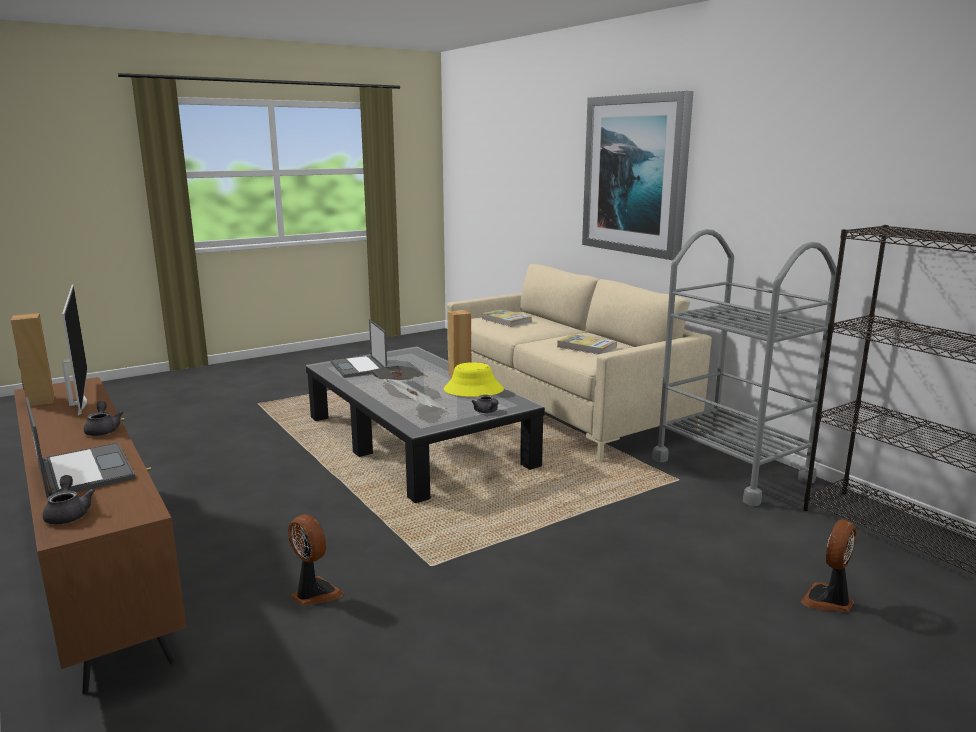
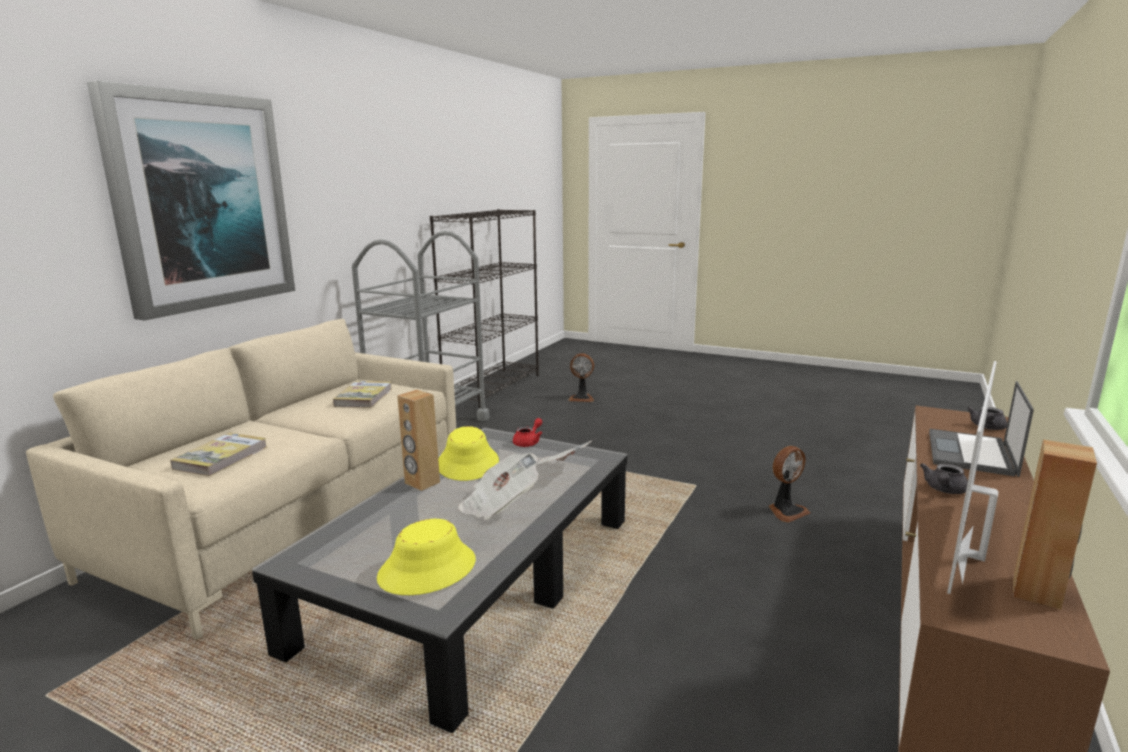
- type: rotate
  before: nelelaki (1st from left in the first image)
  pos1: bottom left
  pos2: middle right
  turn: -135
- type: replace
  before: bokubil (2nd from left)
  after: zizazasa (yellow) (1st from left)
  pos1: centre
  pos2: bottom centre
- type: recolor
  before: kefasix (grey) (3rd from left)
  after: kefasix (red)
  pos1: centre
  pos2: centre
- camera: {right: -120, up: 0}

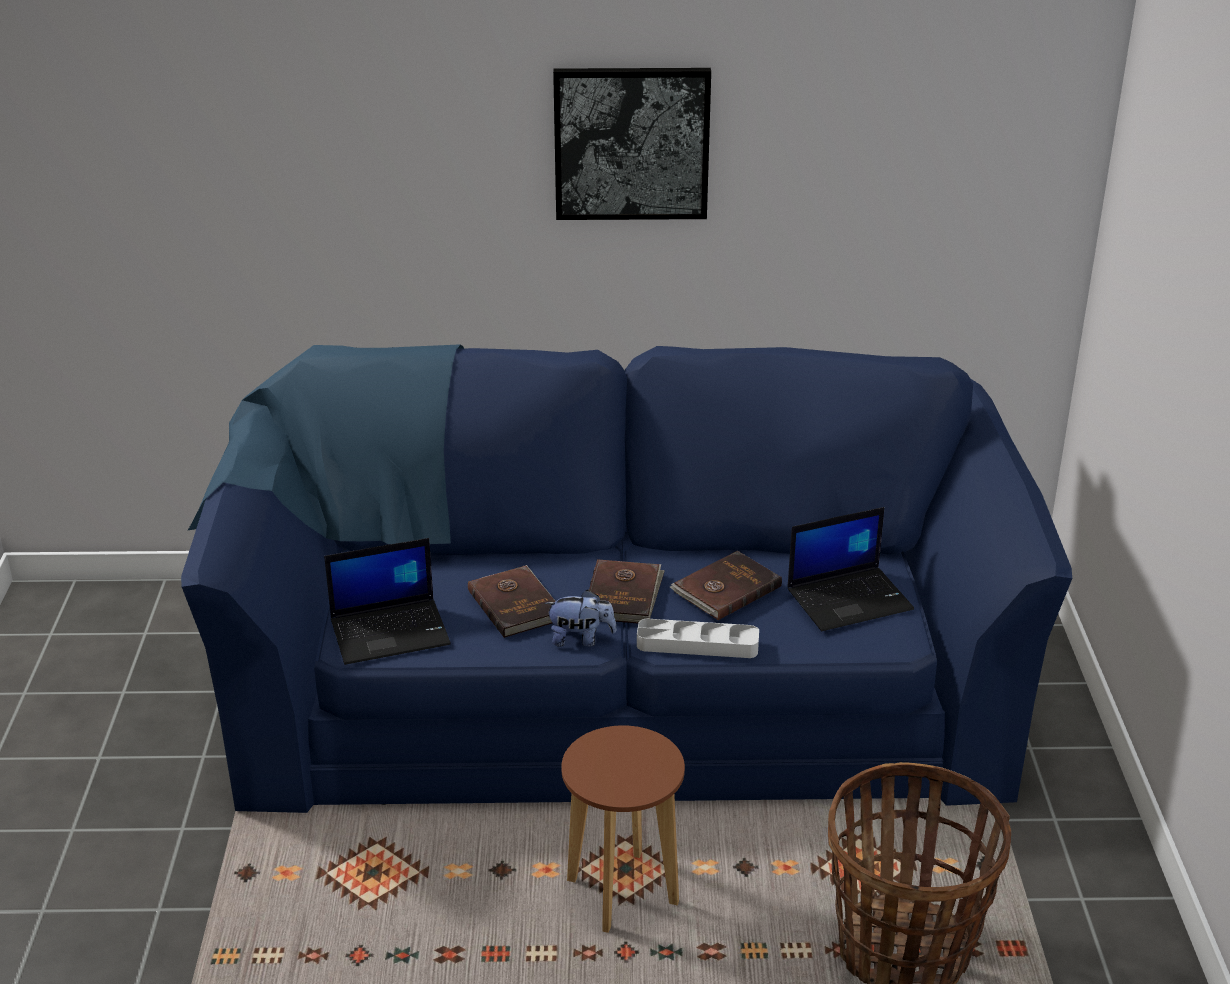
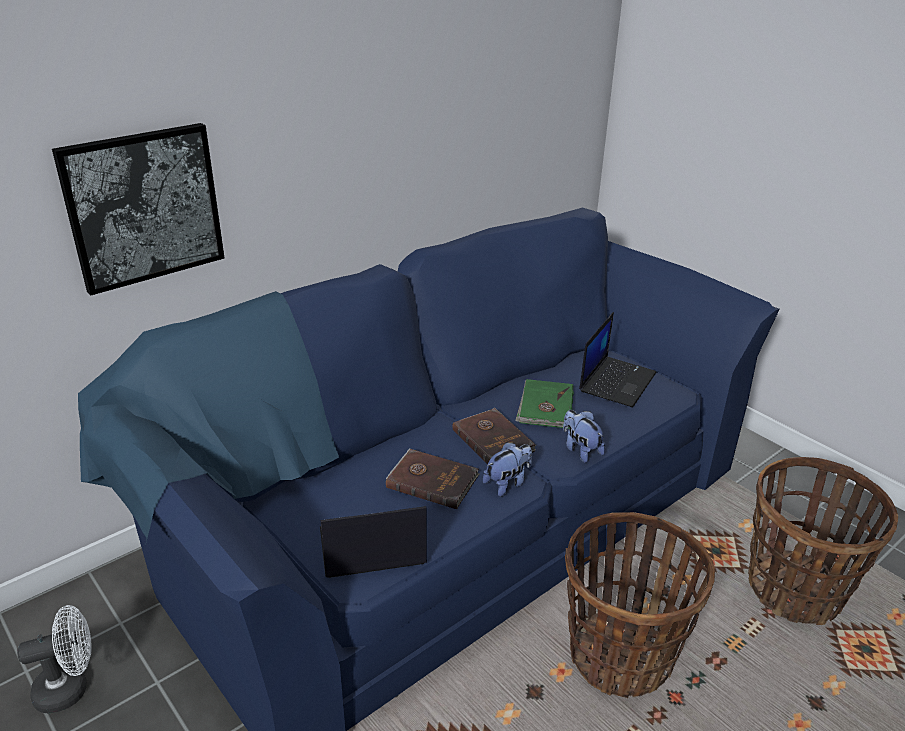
- type: rotate
  before: bokubil (1st from left)
  pos1: middle left
  pos2: bottom centre
  turn: -135
- type: move
  before: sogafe
  pos1: top centre
  pos2: top left
- type: replace
  before: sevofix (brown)
  after: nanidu (1st from left)
  pos1: bottom centre
  pos2: bottom right
- type: replace
  before: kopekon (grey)
  after: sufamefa (2nd from left)
  pos1: centre
  pos2: centre
- type: recolor
  before: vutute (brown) (3rd from left)
  after: vutute (green)
  pos1: centre
  pos2: centre
- type: insert
  after: nelelaki (white)
  pos2: bottom left
- camera: {right: -40, up: 0}

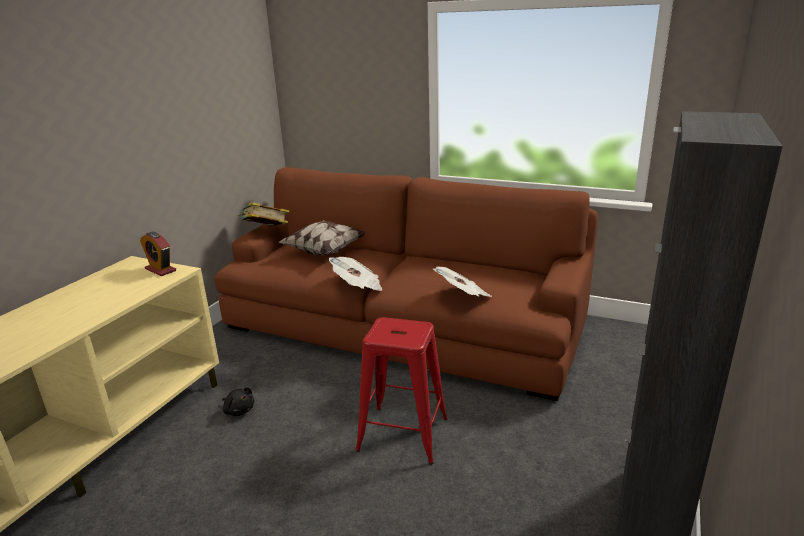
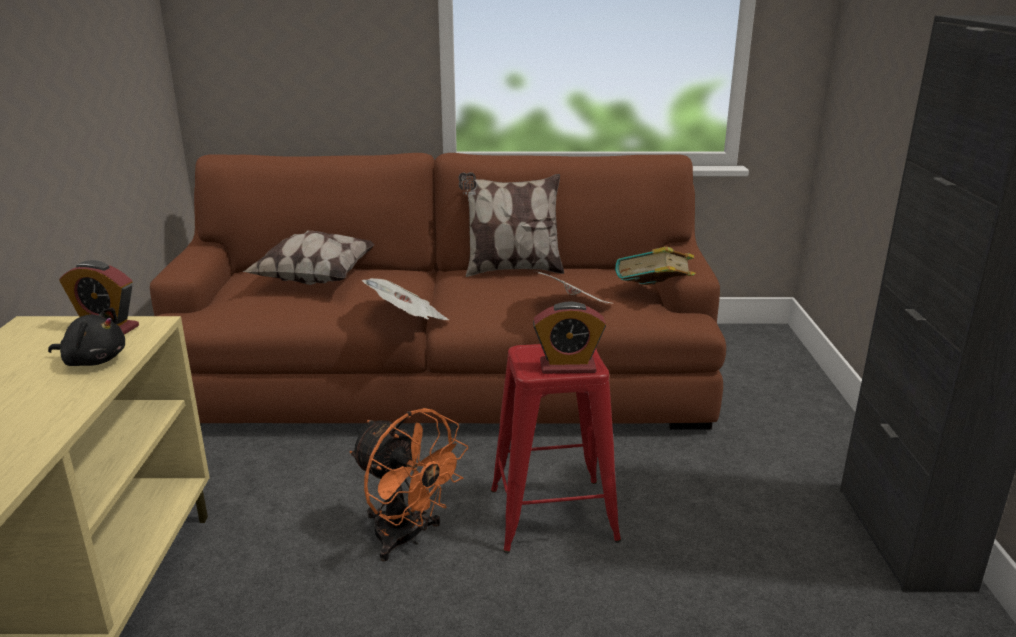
- type: move
  before: sufamefa (black)
  pos1: bottom left
  pos2: middle left
- type: move
  before: vutute
  pos1: middle left
  pos2: centre
- type: insert
  after: nelelaki (orange)
  pos2: bottom centre
- type: insert
  after: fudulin (2nd from left)
  pos2: centre
- type: insert
  after: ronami (2nd from left)
  pos2: centre
- camera: {right: -25, up: 0}

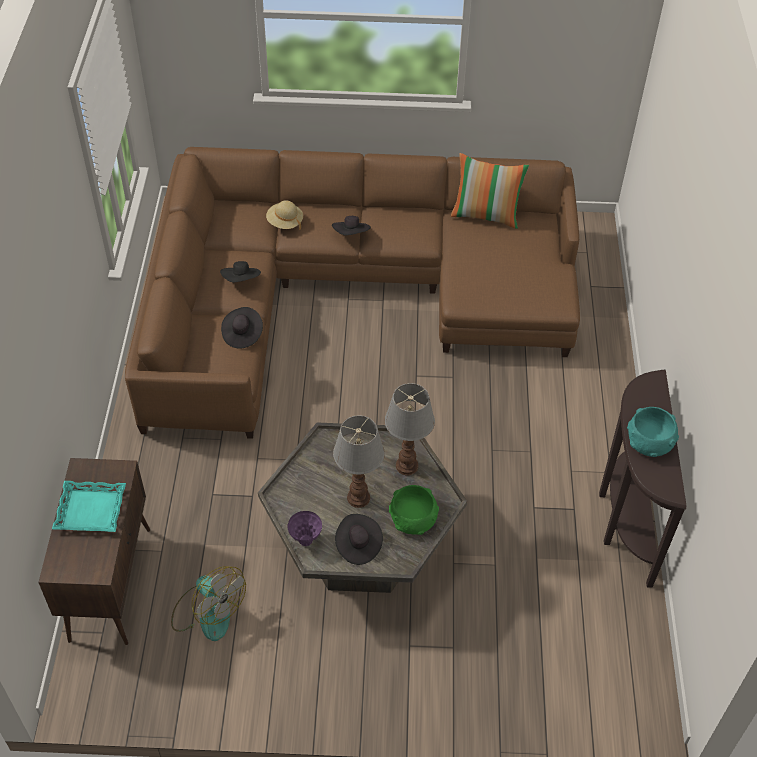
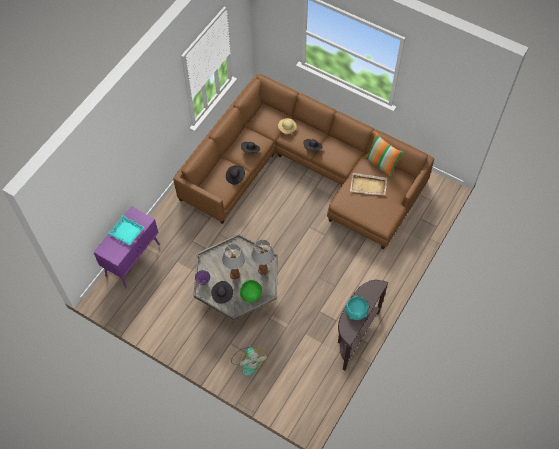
- type: recolor
  before: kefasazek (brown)
  after: kefasazek (purple)
  pos1: bottom left
  pos2: middle left
- type: move
  before: nelelaki
  pos1: bottom left
  pos2: bottom centre
- type: insert
  after: kopekon (beige)
  pos2: centre
- camera: {right: 30, up: 10}

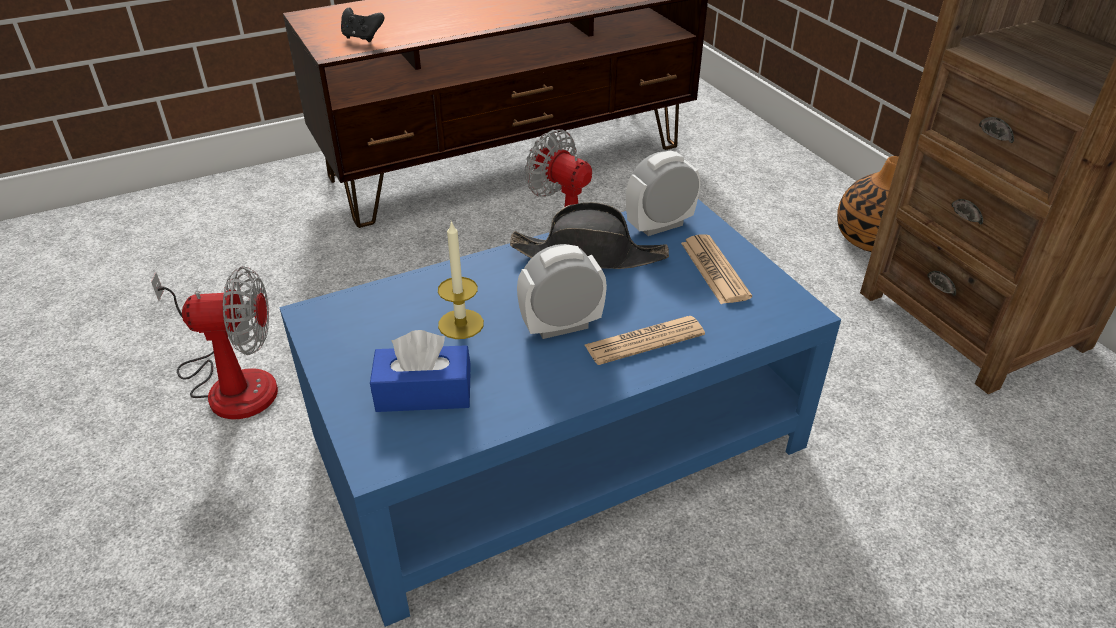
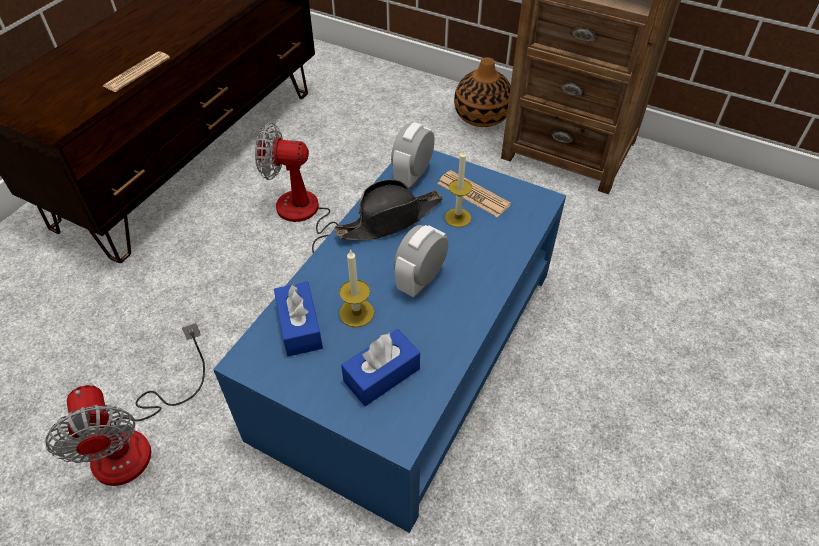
- type: rotate
  before: nelelaki (1st from left)
  pos1: middle left
  pos2: bottom left
  turn: 105
- type: delete
  before: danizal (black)
  pos1: top left
- type: move
  before: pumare (1st from left)
  pos1: centre
  pos2: top left
- type: insert
  after: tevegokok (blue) (1st from left)
  pos2: centre
- type: insert
  after: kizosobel (2nd from left)
  pos2: centre
- camera: {right: -35, up: 10}

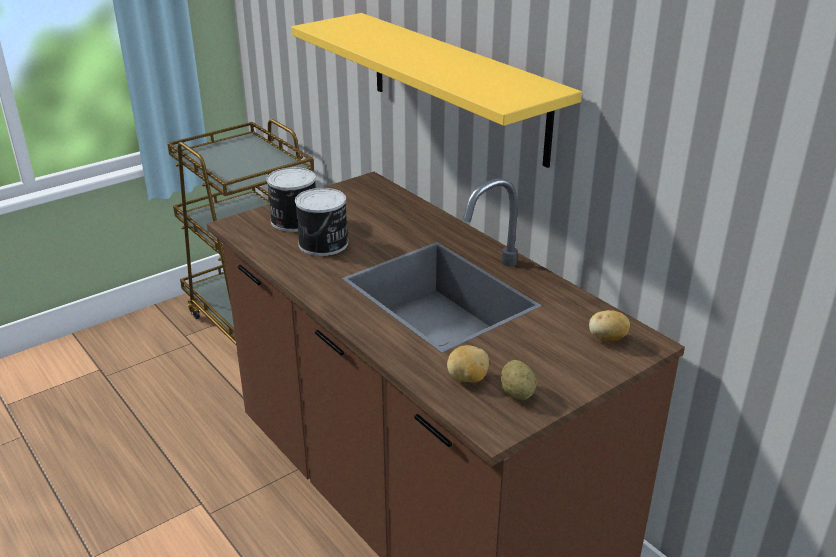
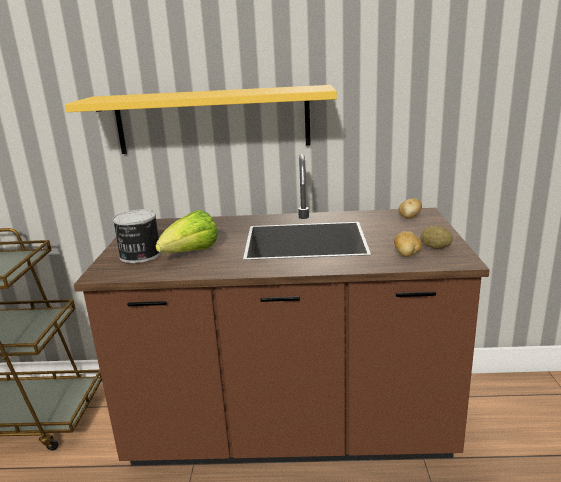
- type: replace
  before: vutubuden (2nd from left)
  after: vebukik
  pos1: centre
  pos2: centre
- camera: {right: -50, up: -10}

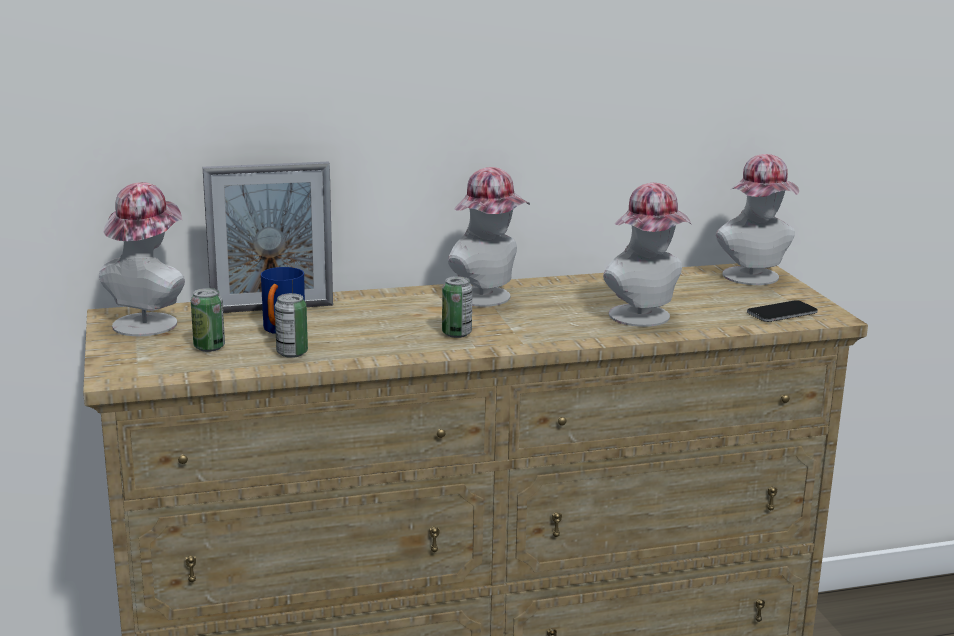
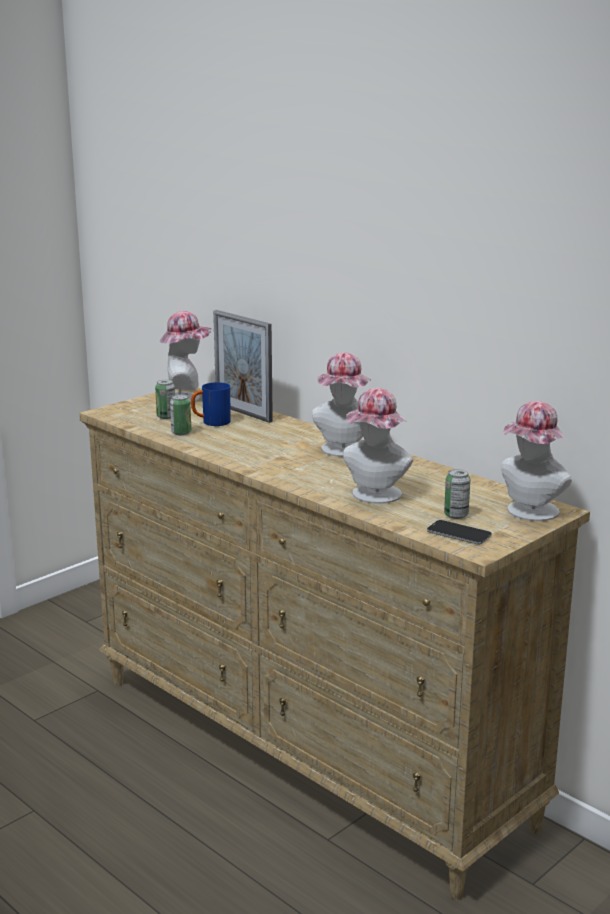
- type: move
  before: vutubuden (3rd from left)
  pos1: centre
  pos2: middle right
- camera: {right: 60, up: 0}

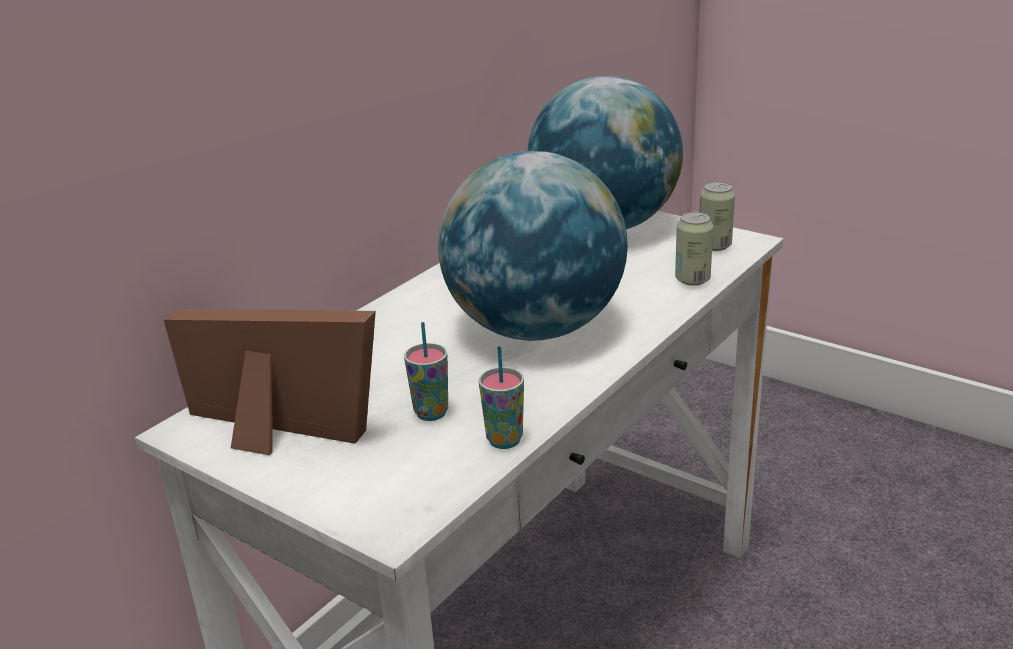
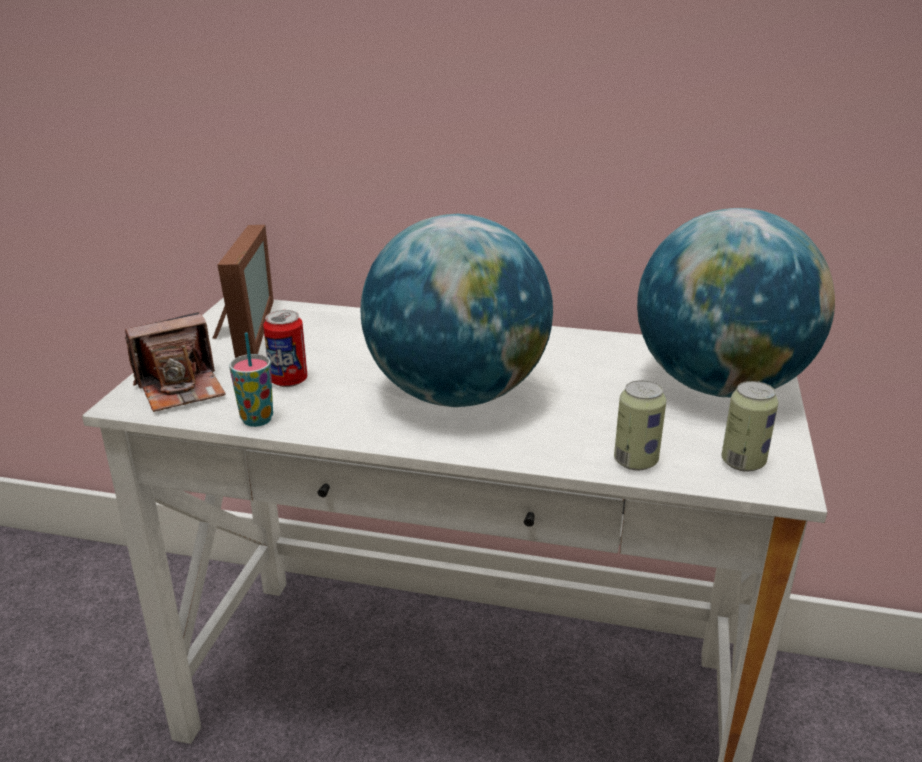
- type: replace
  before: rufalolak (1st from left)
  after: vutubuden (1st from left)
  pos1: centre
  pos2: middle left
- type: insert
  after: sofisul
  pos2: middle left
- camera: {right: 65, up: 0}

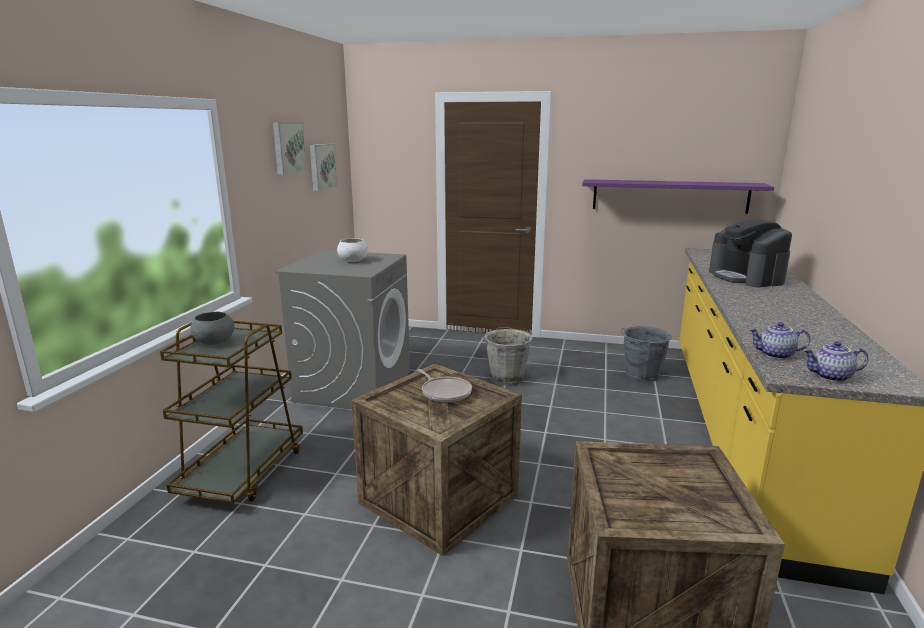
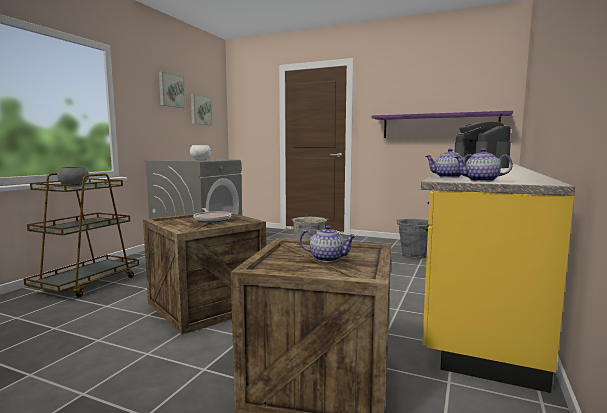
- type: insert
  after: kefasix (1st from left)
  pos2: centre
- camera: {right: 10, up: -10}

